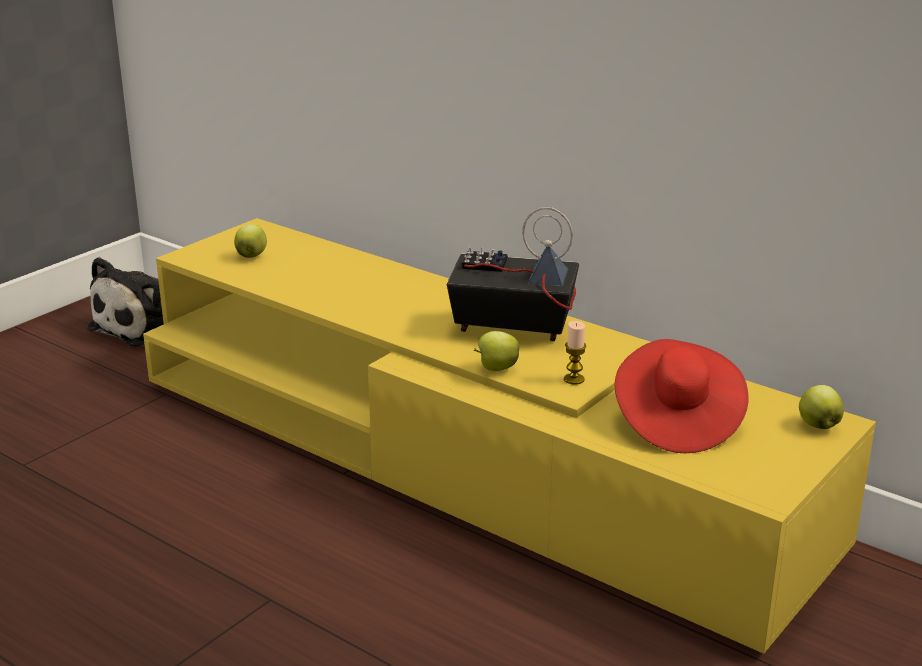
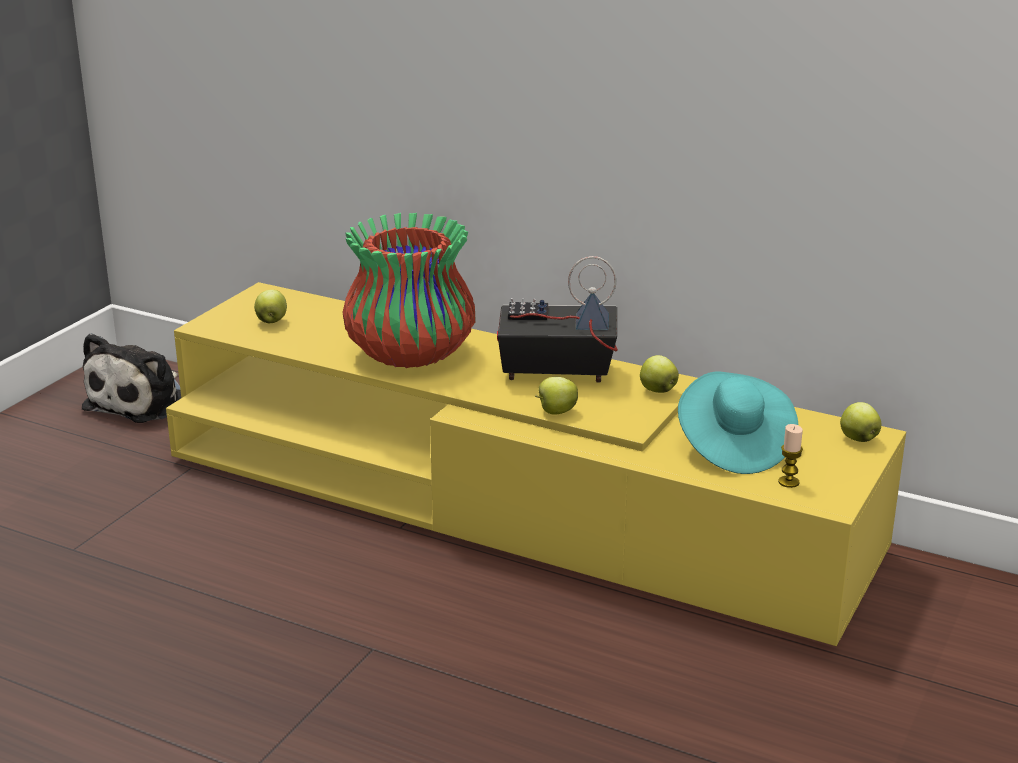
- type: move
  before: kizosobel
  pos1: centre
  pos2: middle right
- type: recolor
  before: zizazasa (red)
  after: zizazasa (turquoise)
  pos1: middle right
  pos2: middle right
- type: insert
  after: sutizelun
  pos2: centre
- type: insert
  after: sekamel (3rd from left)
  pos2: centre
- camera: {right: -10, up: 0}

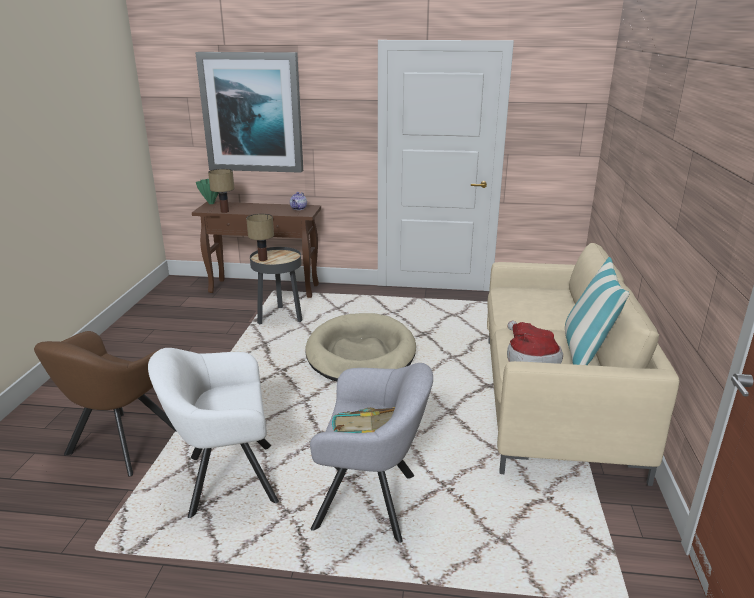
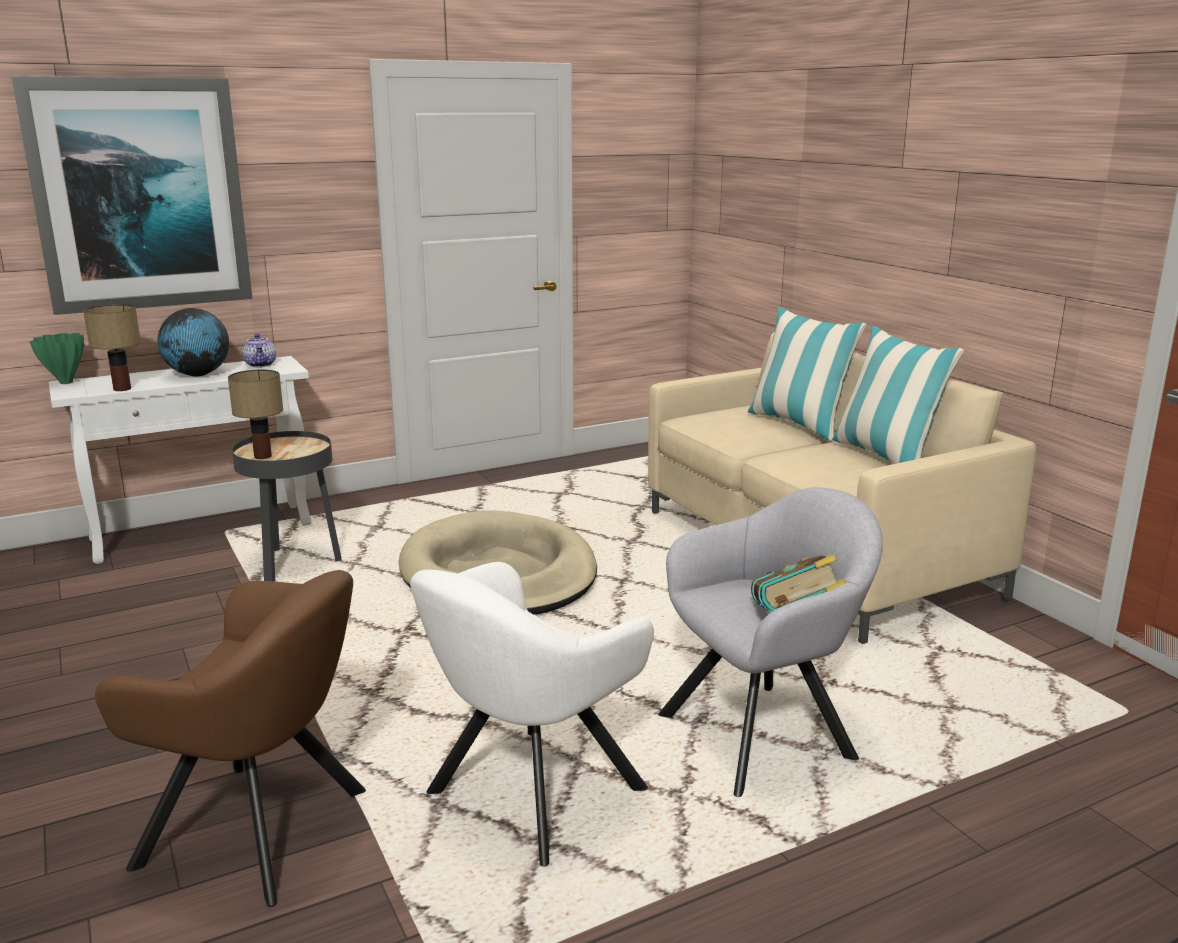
- type: rotate
  before: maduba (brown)
  pos1: bottom left
  pos2: bottom left
  turn: -60
- type: recolor
  before: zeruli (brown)
  after: zeruli (white)
  pos1: centre
  pos2: middle left
- type: delete
  before: zizazasa
  pos1: middle right
- type: insert
  after: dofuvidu
  pos2: middle left
- type: insert
  after: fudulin (1st from left)
  pos2: middle right
- camera: {right: -35, up: -5}

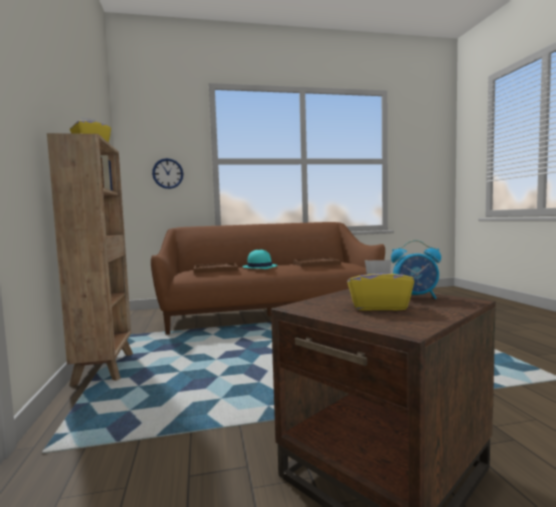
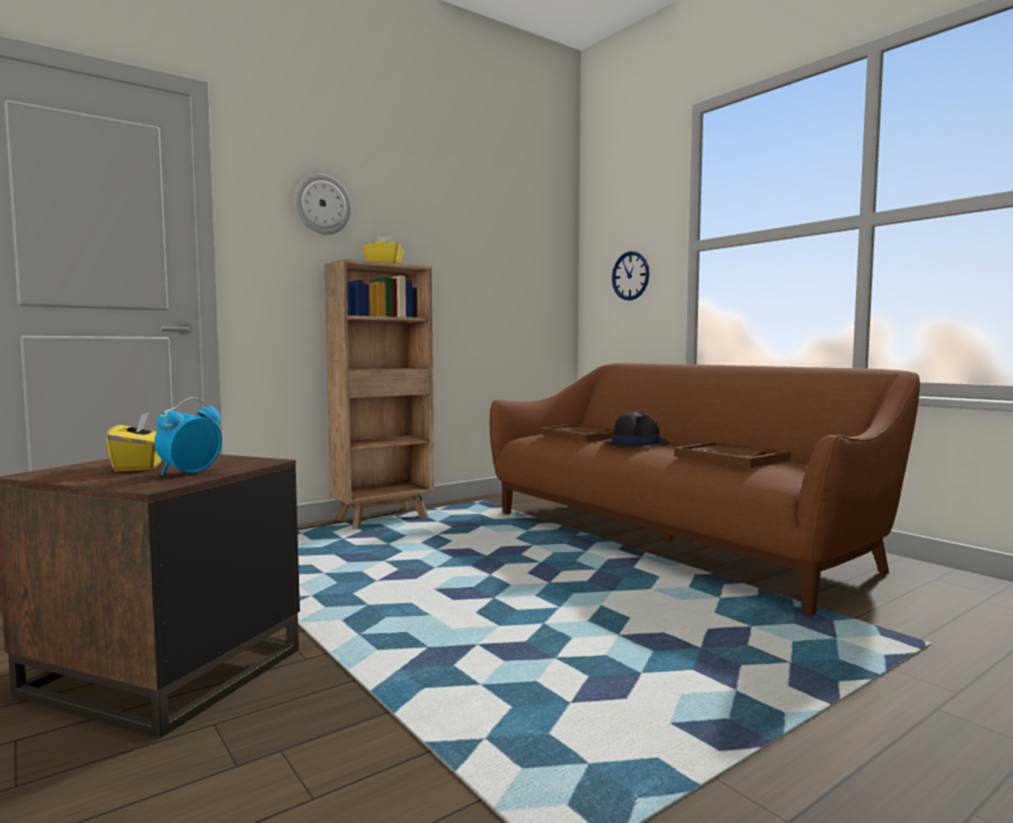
- type: recolor
  before: zizazasa (turquoise)
  after: zizazasa (black)
  pos1: centre
  pos2: centre
- type: rotate
  before: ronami
  pos1: middle right
  pos2: middle left
  turn: 45
- type: insert
  after: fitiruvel (1st from left)
  pos2: top left
- camera: {right: 65, up: 0}

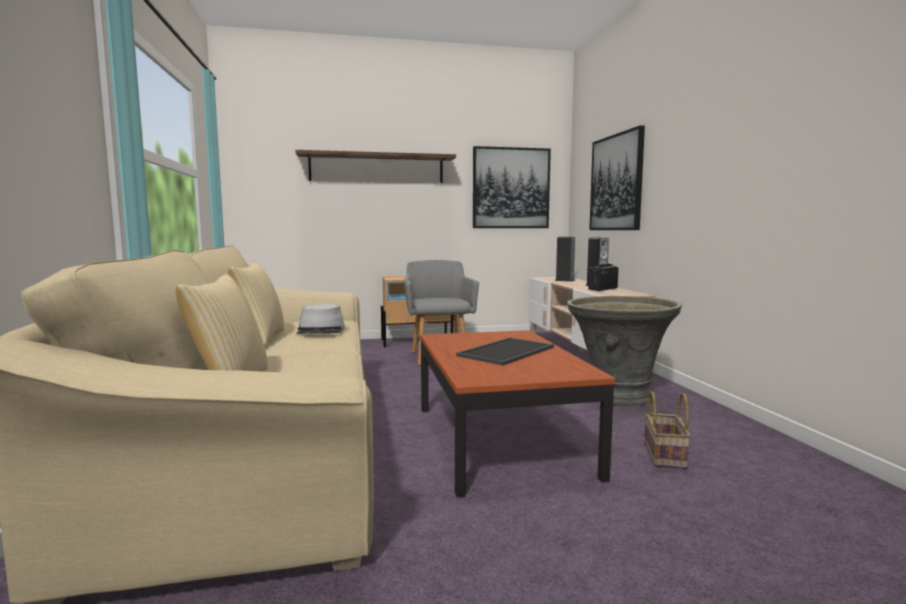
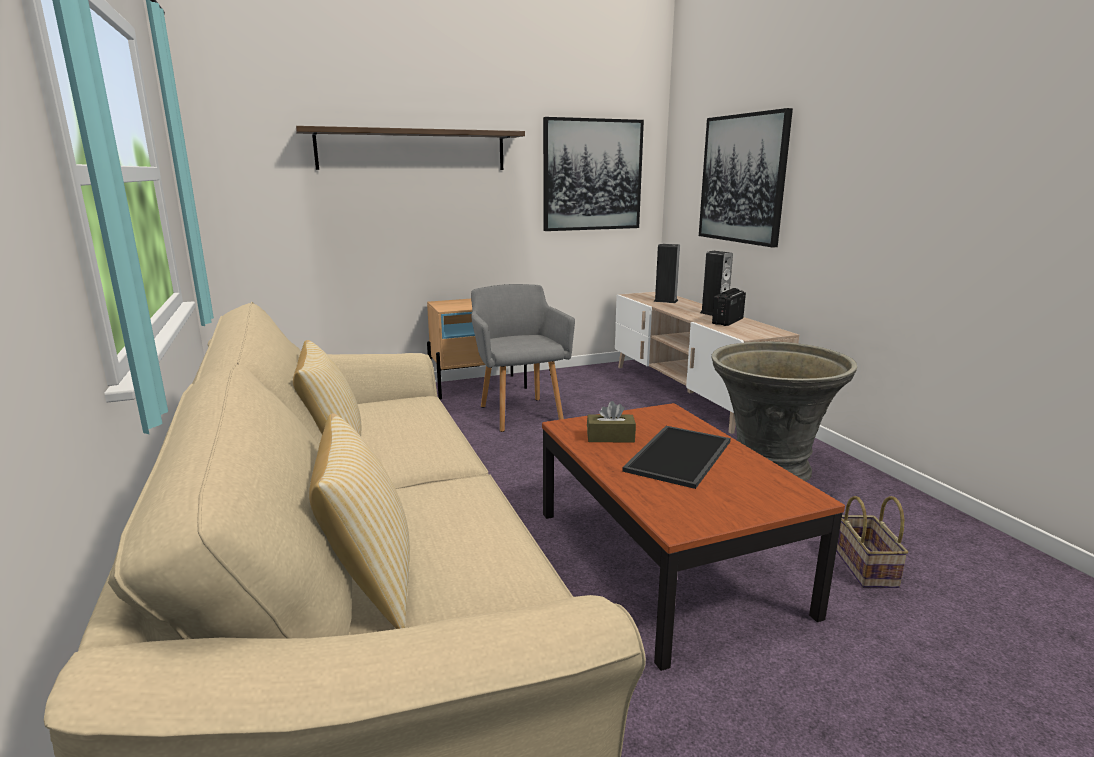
- type: delete
  before: zizazasa (grey)
  pos1: centre
- type: insert
  after: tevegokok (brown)
  pos2: centre
- camera: {right: -10, up: 10}

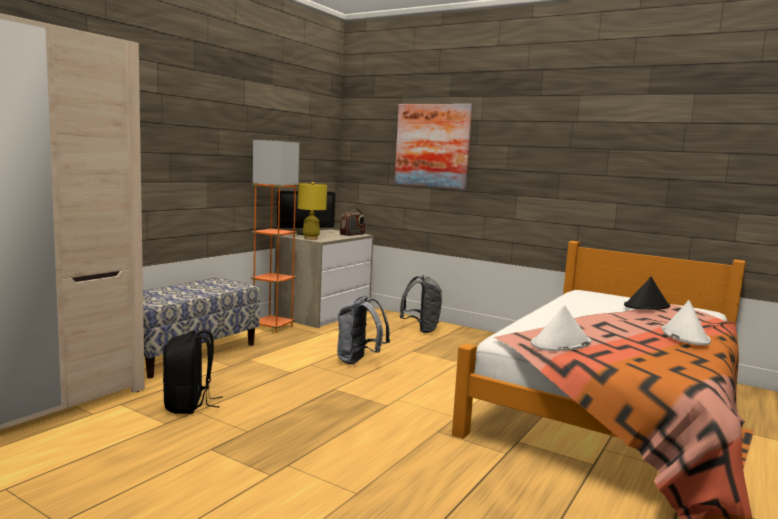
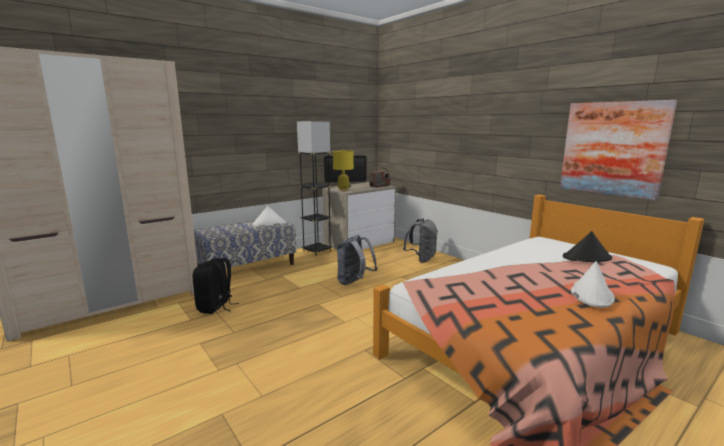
- type: recolor
  before: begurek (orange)
  after: begurek (black)
  pos1: centre
  pos2: centre
- type: move
  before: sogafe
  pos1: top centre
  pos2: middle right
- type: move
  before: zizazasa (white) (1st from left)
  pos1: middle right
  pos2: centre
- camera: {right: 20, up: 5}

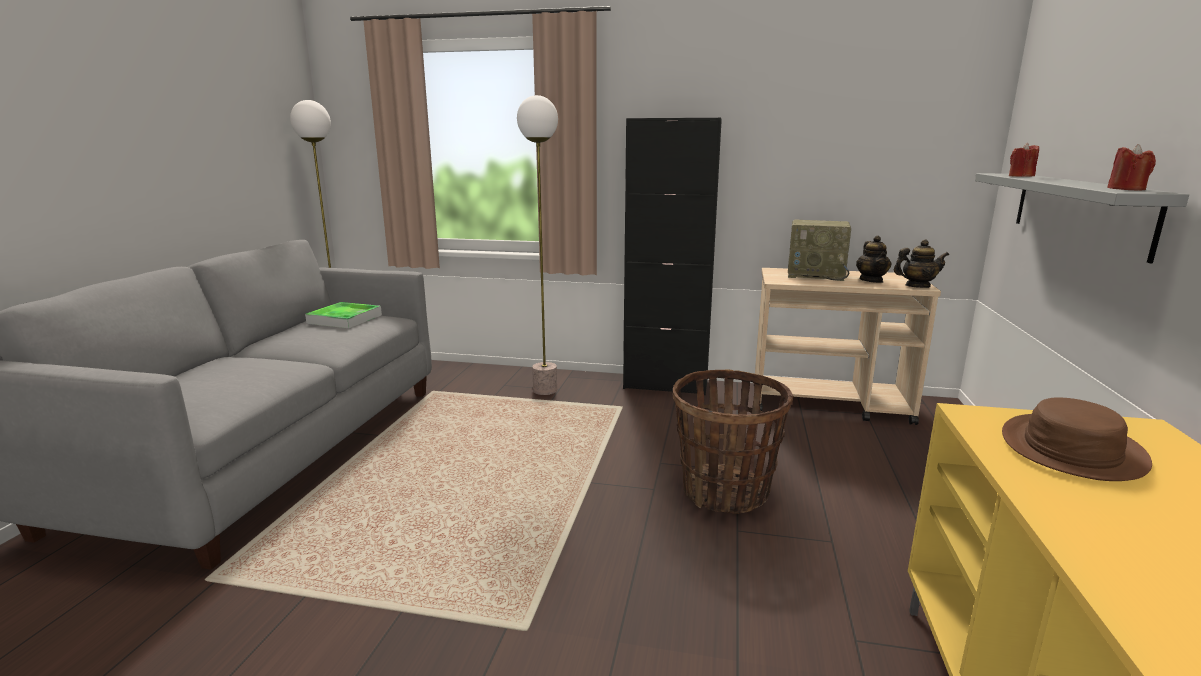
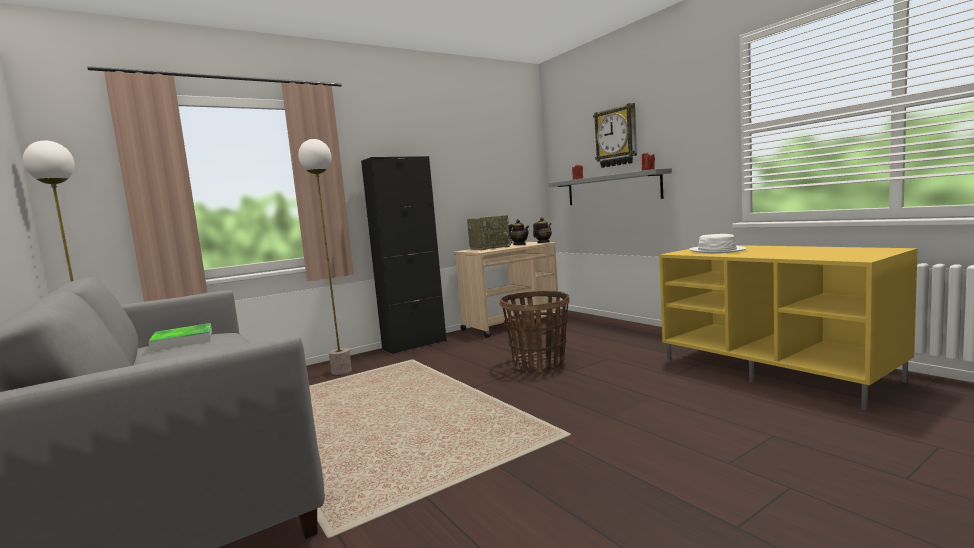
- type: recolor
  before: zizazasa (brown)
  after: zizazasa (white)
  pos1: middle right
  pos2: middle right
- type: insert
  after: fitiruvel
  pos2: top centre
- camera: {right: -45, up: -10}

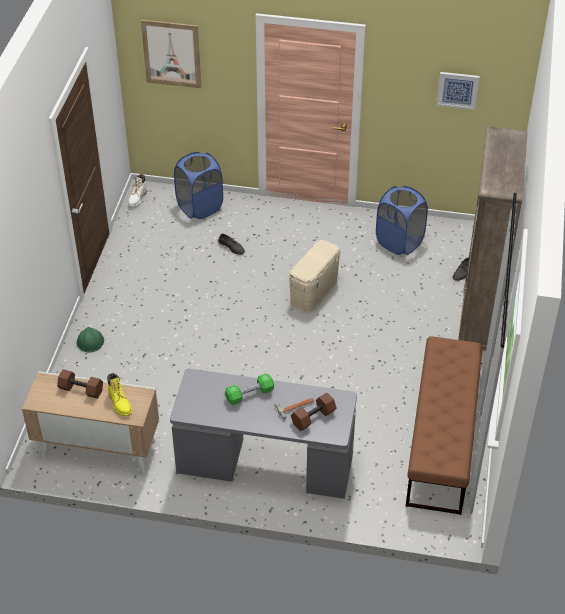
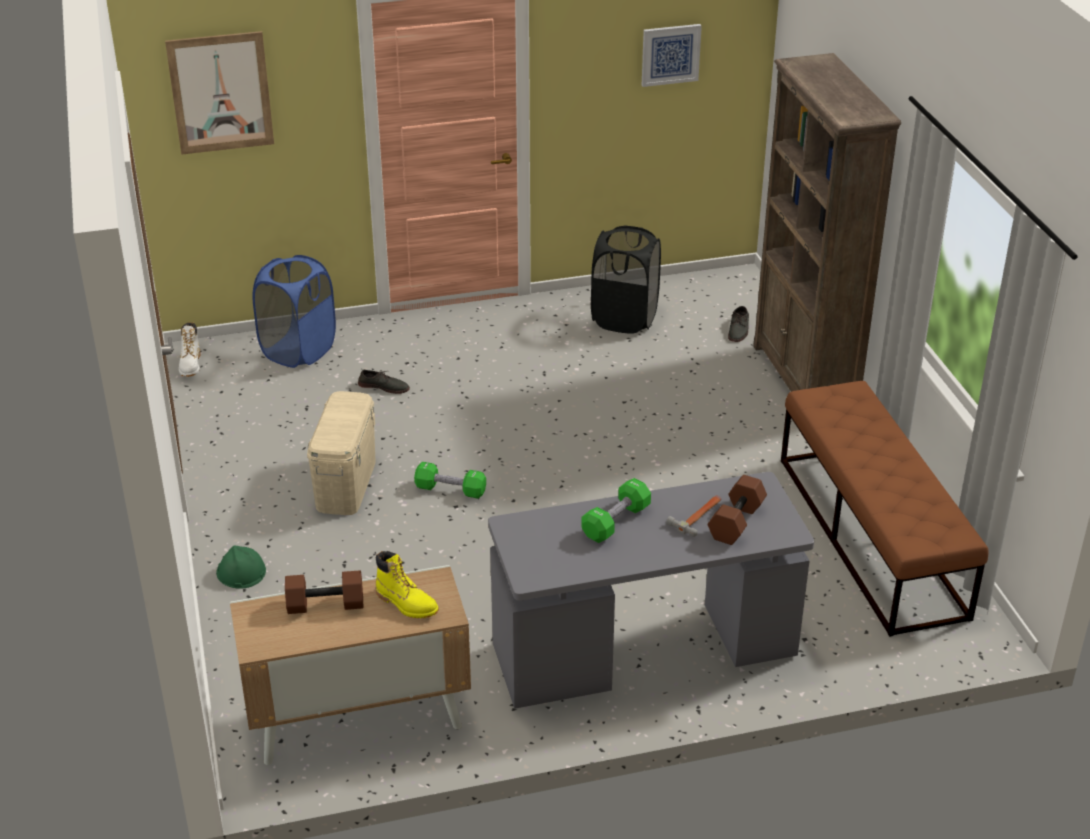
- type: move
  before: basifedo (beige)
  pos1: centre
  pos2: middle left
- type: recolor
  before: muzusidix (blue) (2nd from left)
  after: muzusidix (black)
  pos1: middle right
  pos2: top centre
- type: insert
  after: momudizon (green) (1st from left)
  pos2: centre
- camera: {right: -25, up: -10}

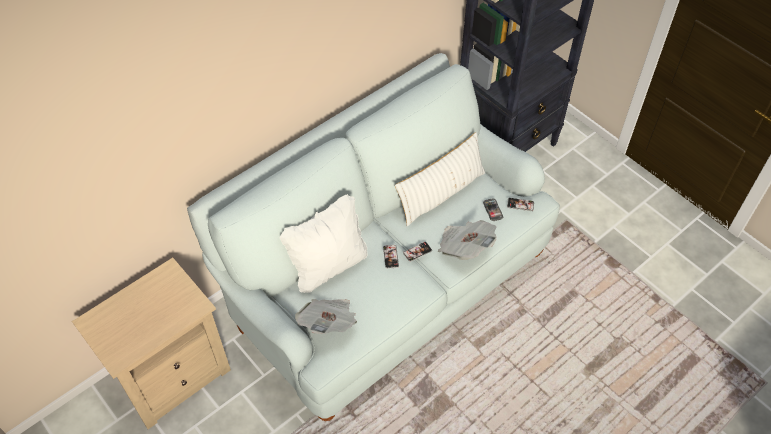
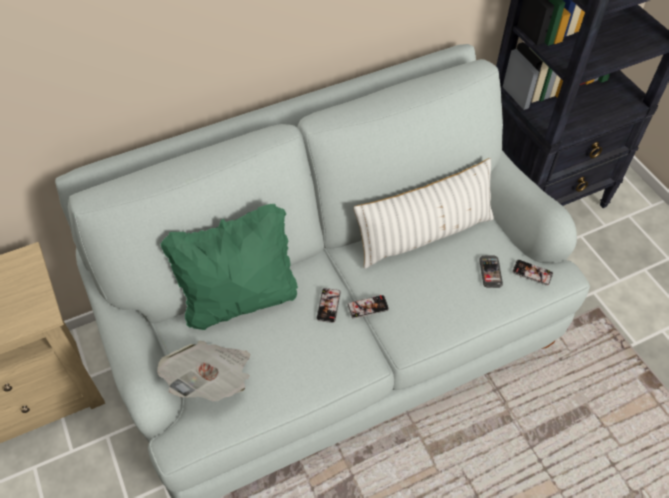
- type: recolor
  before: fudulin (white) (1st from left)
  after: fudulin (green)
  pos1: centre
  pos2: centre
- type: delete
  before: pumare (2nd from left)
  pos1: centre
- camera: {right: 15, up: 0}

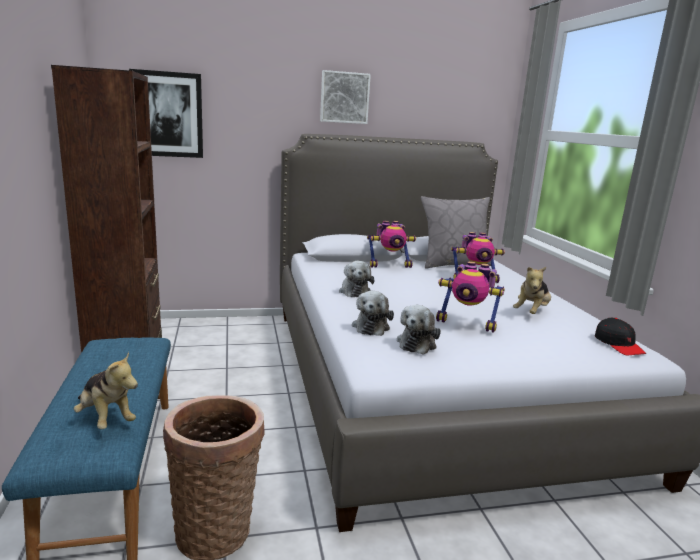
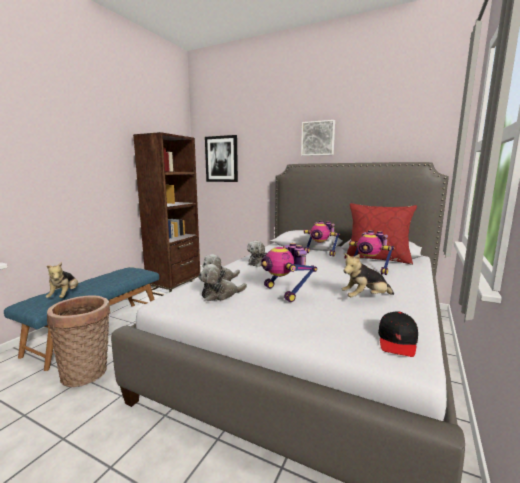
- type: recolor
  before: fudulin (grey)
  after: fudulin (red)
  pos1: centre
  pos2: middle right
- camera: {right: 40, up: -5}

